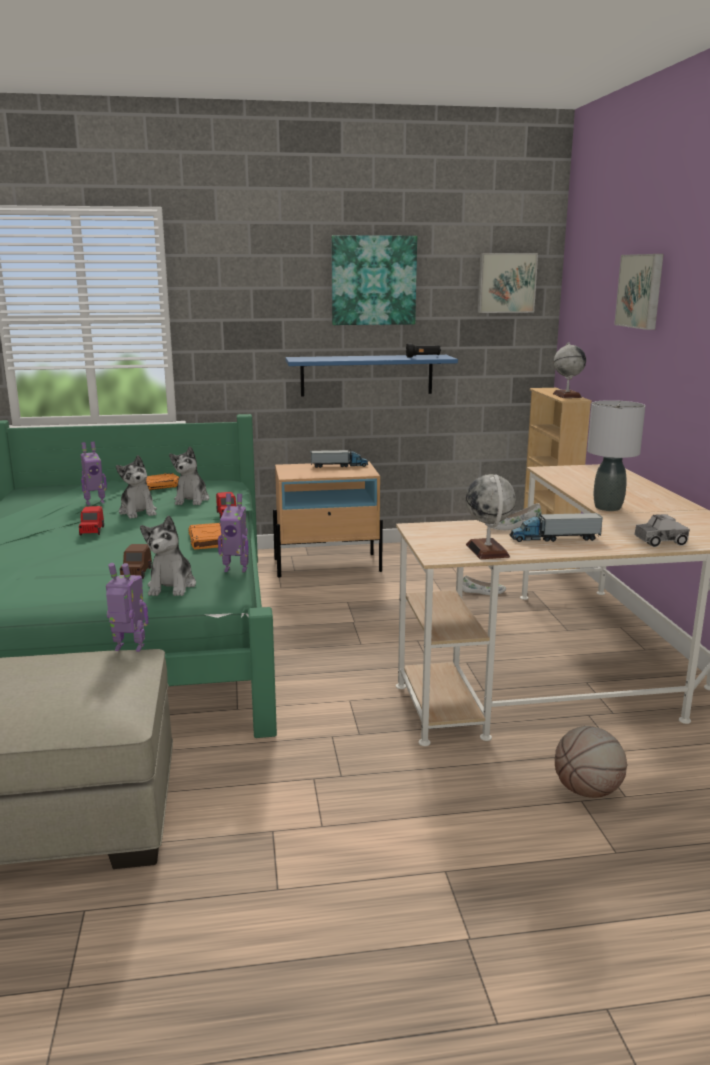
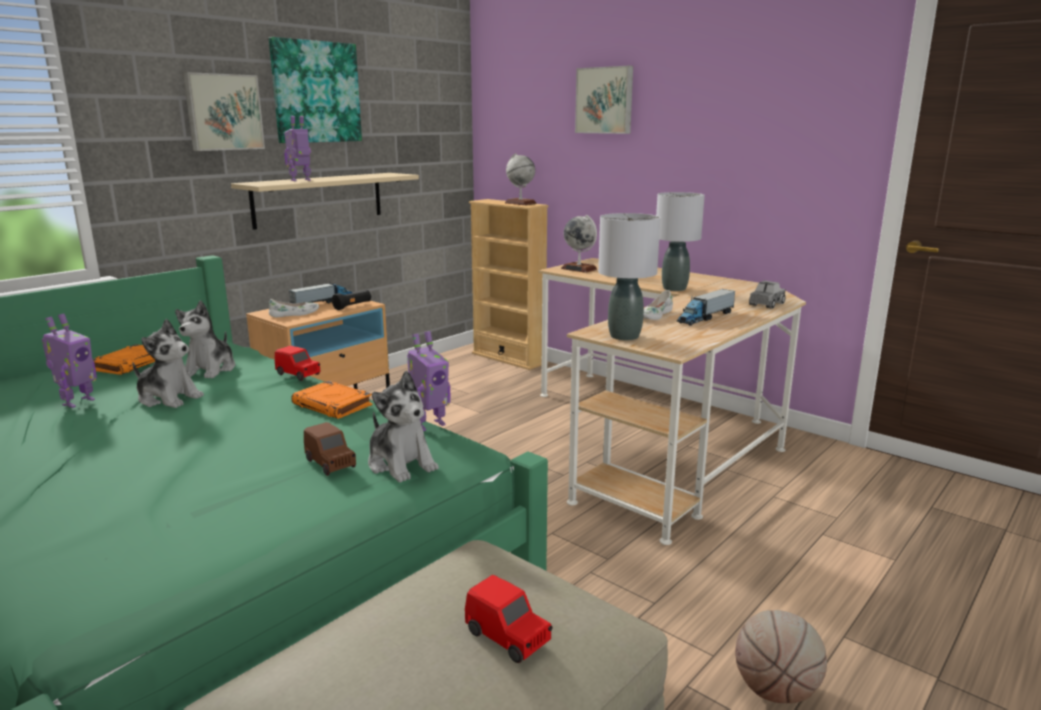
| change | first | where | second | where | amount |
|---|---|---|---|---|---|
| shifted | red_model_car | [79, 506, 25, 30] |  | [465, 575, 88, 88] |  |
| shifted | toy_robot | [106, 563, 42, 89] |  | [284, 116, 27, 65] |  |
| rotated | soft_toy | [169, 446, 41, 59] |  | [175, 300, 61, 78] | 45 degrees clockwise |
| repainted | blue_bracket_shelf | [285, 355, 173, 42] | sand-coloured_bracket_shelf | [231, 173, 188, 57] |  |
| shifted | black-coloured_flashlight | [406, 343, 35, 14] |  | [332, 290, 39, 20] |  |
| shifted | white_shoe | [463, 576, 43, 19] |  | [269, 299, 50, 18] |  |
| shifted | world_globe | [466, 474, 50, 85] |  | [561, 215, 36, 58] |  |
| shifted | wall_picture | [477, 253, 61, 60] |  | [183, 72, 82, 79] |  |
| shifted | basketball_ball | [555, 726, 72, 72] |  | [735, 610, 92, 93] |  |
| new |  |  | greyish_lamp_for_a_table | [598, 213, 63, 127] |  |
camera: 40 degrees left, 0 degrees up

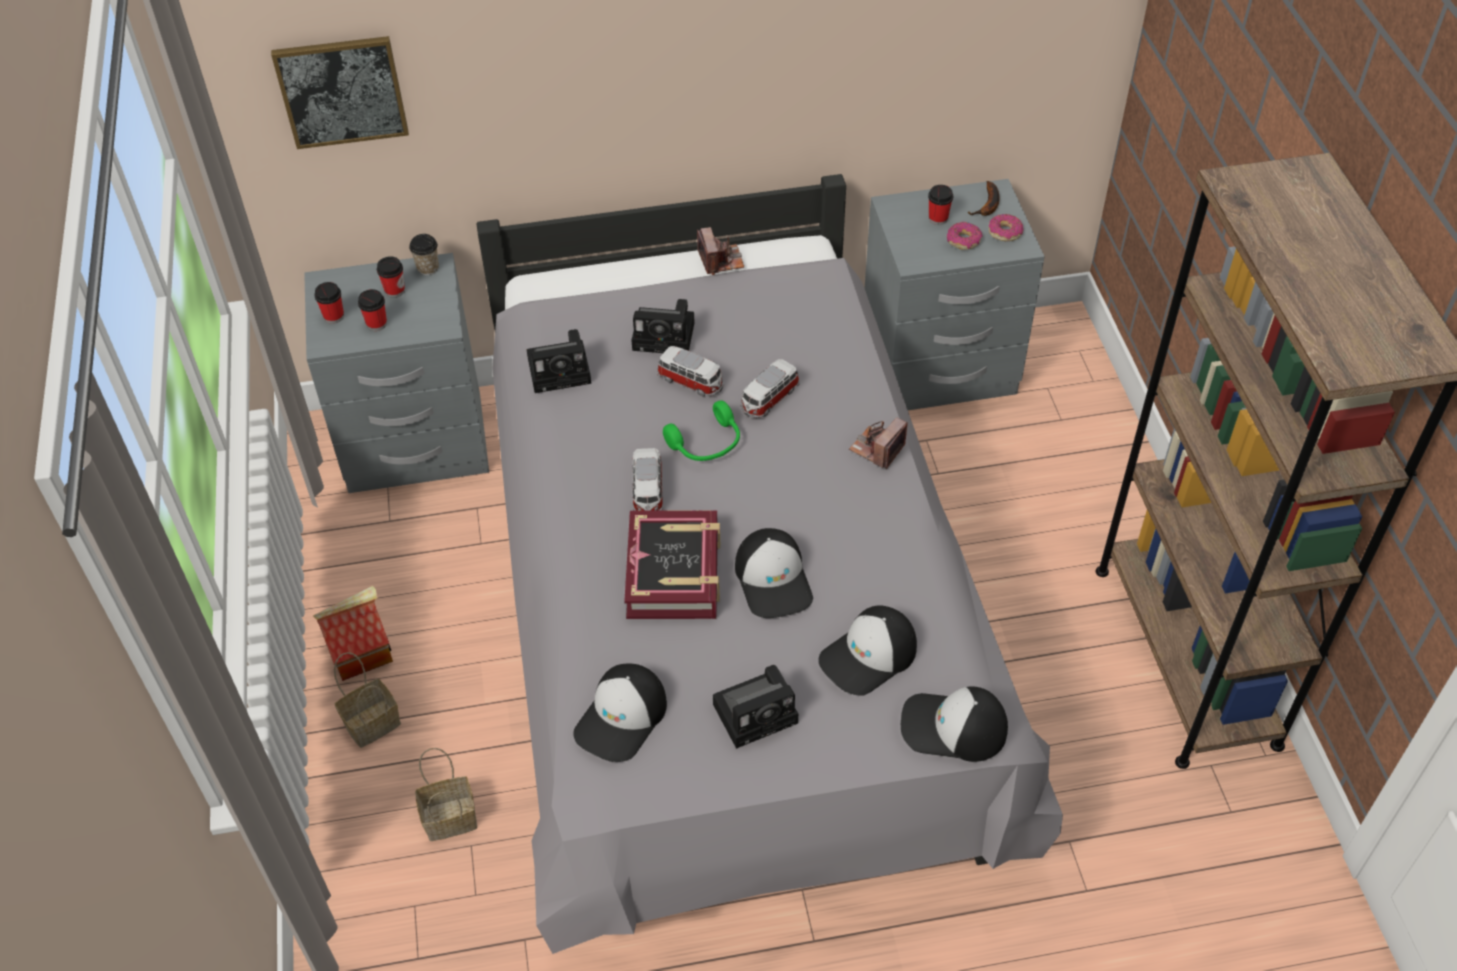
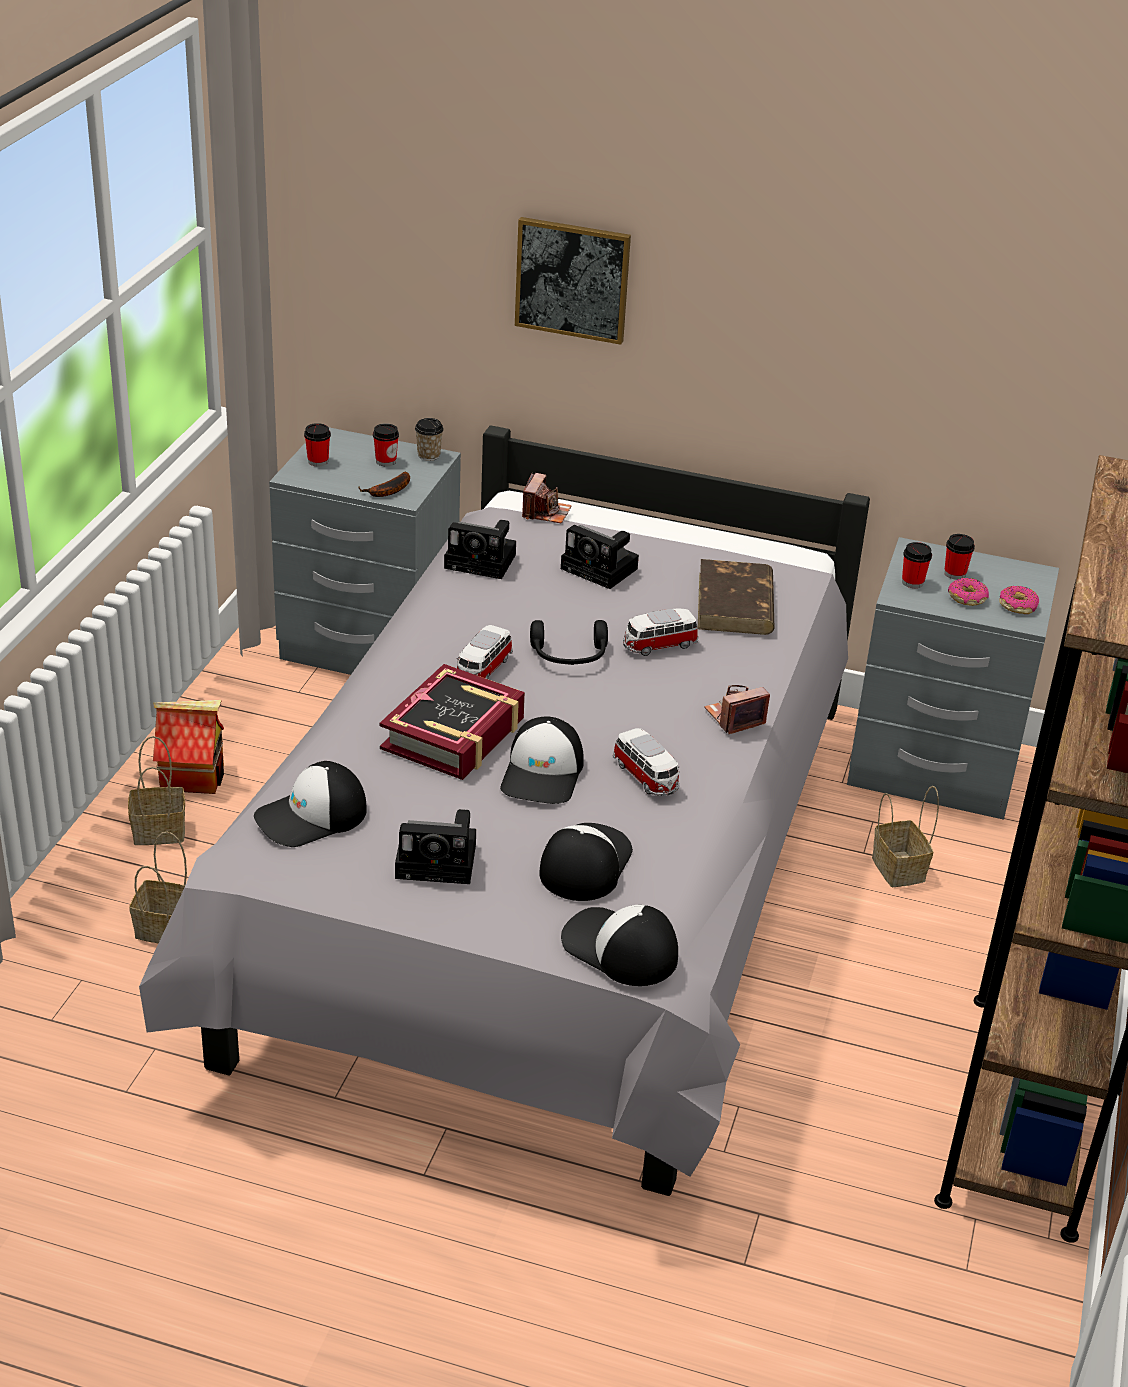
| change | first | where | second | where | amount |
|---|---|---|---|---|---|
| shifted | wall_picture | [271, 36, 138, 113] |  | [515, 217, 116, 128] |  |
| shifted | drinking_cup | [358, 289, 29, 42] |  | [902, 542, 30, 46] |  |
| shifted | model_car | [657, 346, 67, 50] |  | [612, 728, 68, 68] |  |
| repainted | green-coloured_headphones | [663, 400, 77, 61] | black-coloured_headphones | [530, 620, 78, 45] |  |
| shifted | still_camera | [697, 227, 47, 48] |  | [522, 473, 50, 51] |  |
| rotated | peaked_cap | [818, 605, 99, 90] |  | [539, 823, 94, 78] | 120 degrees clockwise |
| shifted | whole_banana | [968, 181, 31, 35] |  | [358, 472, 52, 25] |  |
| new |  |  | brown_bound_book | [698, 559, 77, 76] |  |
| new |  |  | basket | [872, 786, 67, 101] |  |
camera: 25 degrees right, 15 degrees down

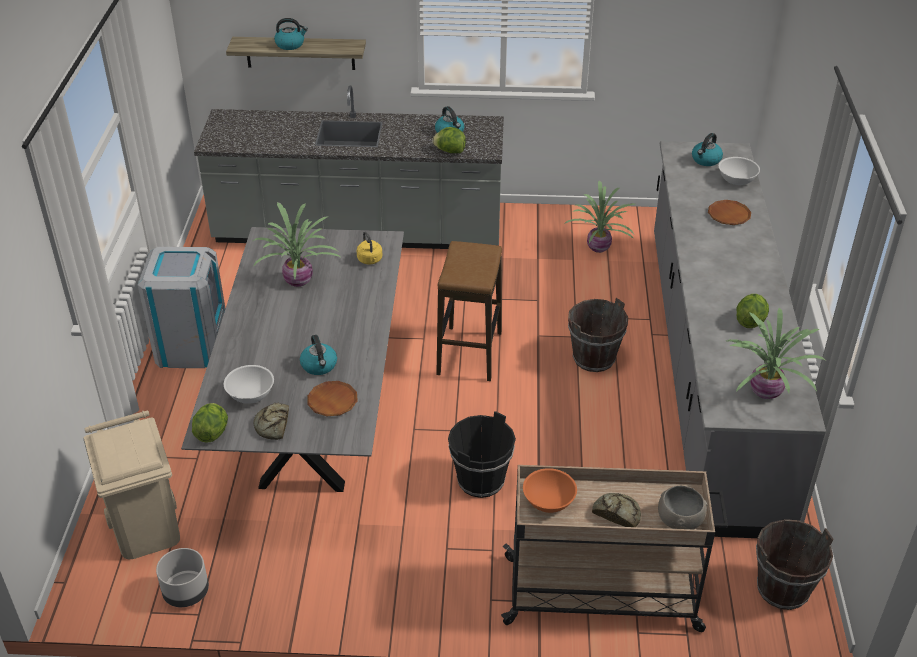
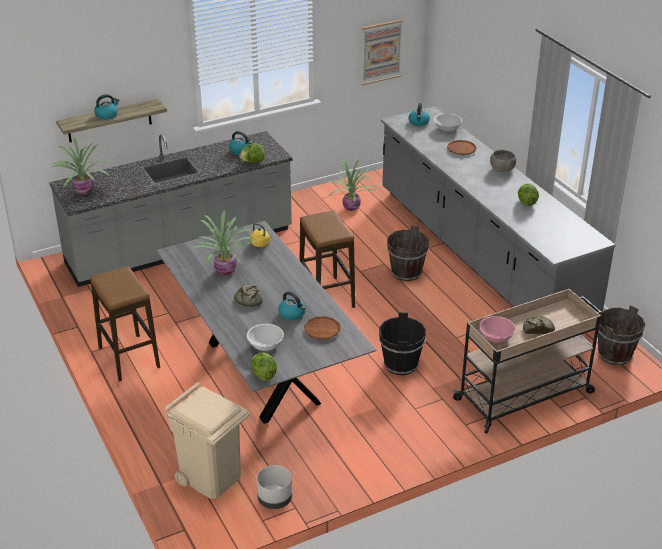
| change | first | where | second | where | amount |
|---|---|---|---|---|---|
| swapped | greyish_rubbish_bin | [137, 247, 89, 121] | sitting_stool | [90, 266, 70, 115] |  |
| shifted | baked_bread | [254, 403, 35, 37] |  | [234, 285, 28, 22] |  |
| repainted | orangey_bowl | [523, 468, 54, 45] | pink_bowl | [479, 316, 37, 27] |  |
| shifted | greyish_bowl | [658, 486, 49, 44] |  | [490, 150, 26, 22] |  |
| shifted | plant_in_a_pot | [726, 308, 99, 91] |  | [51, 136, 59, 59] |  |
| new |  |  | wall_picture | [361, 19, 42, 66] |  |
camera: 30 degrees left, 5 degrees down

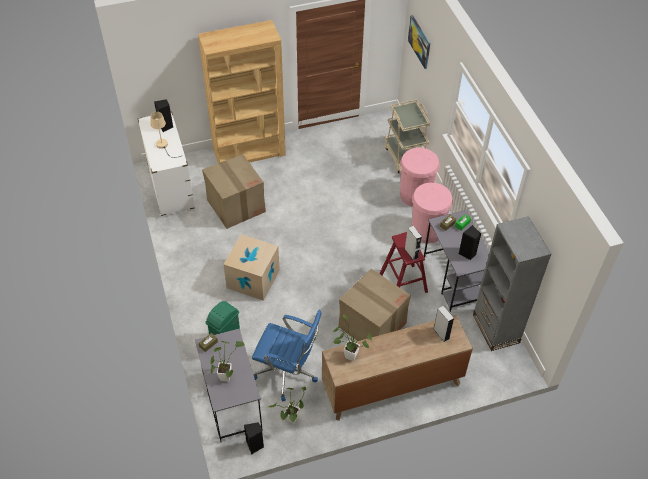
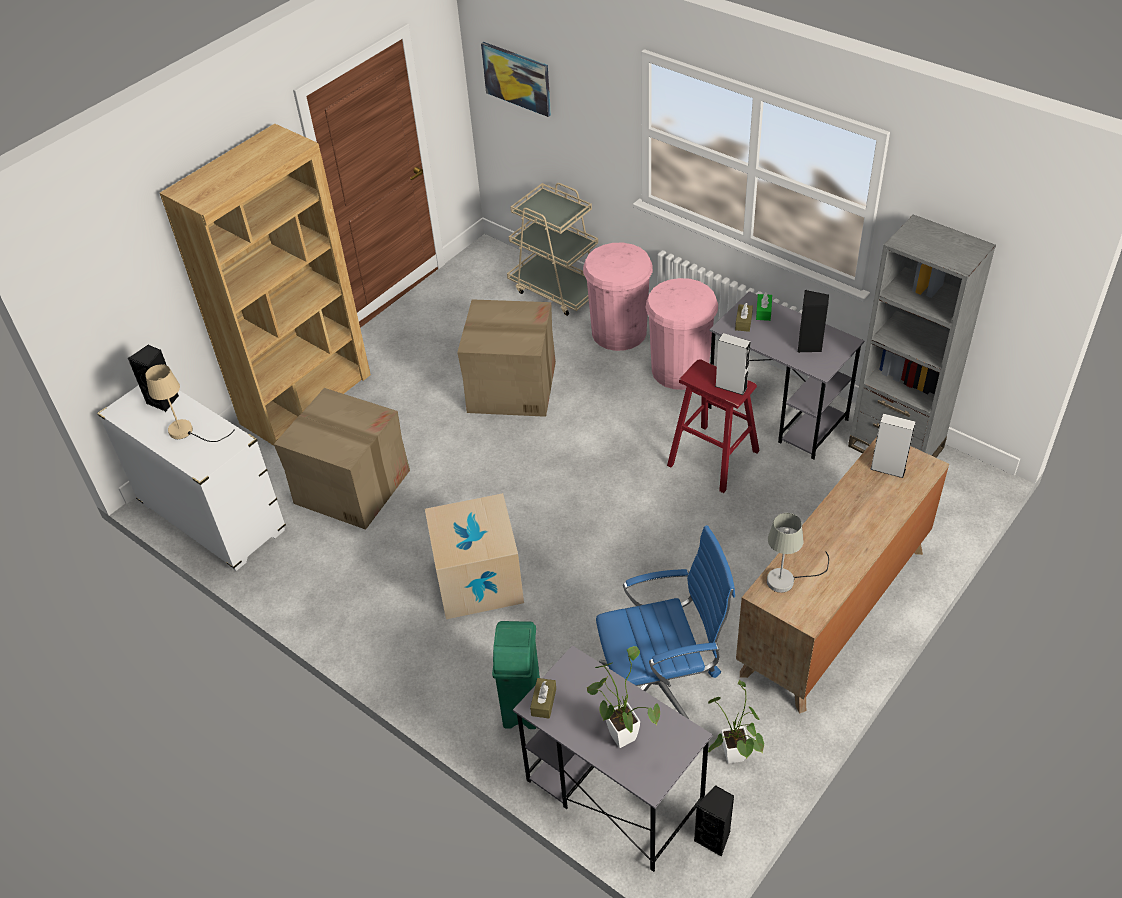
| change | first | where | second | where | amount |
|---|---|---|---|---|---|
| swapped | plant_in_a_pot | [333, 315, 39, 46] | greyish_lamp_for_a_table | [767, 513, 62, 80] |  |
| shifted | cardboard_box | [339, 269, 72, 72] |  | [457, 299, 99, 118] |  |
camera: 30 degrees left, 5 degrees down

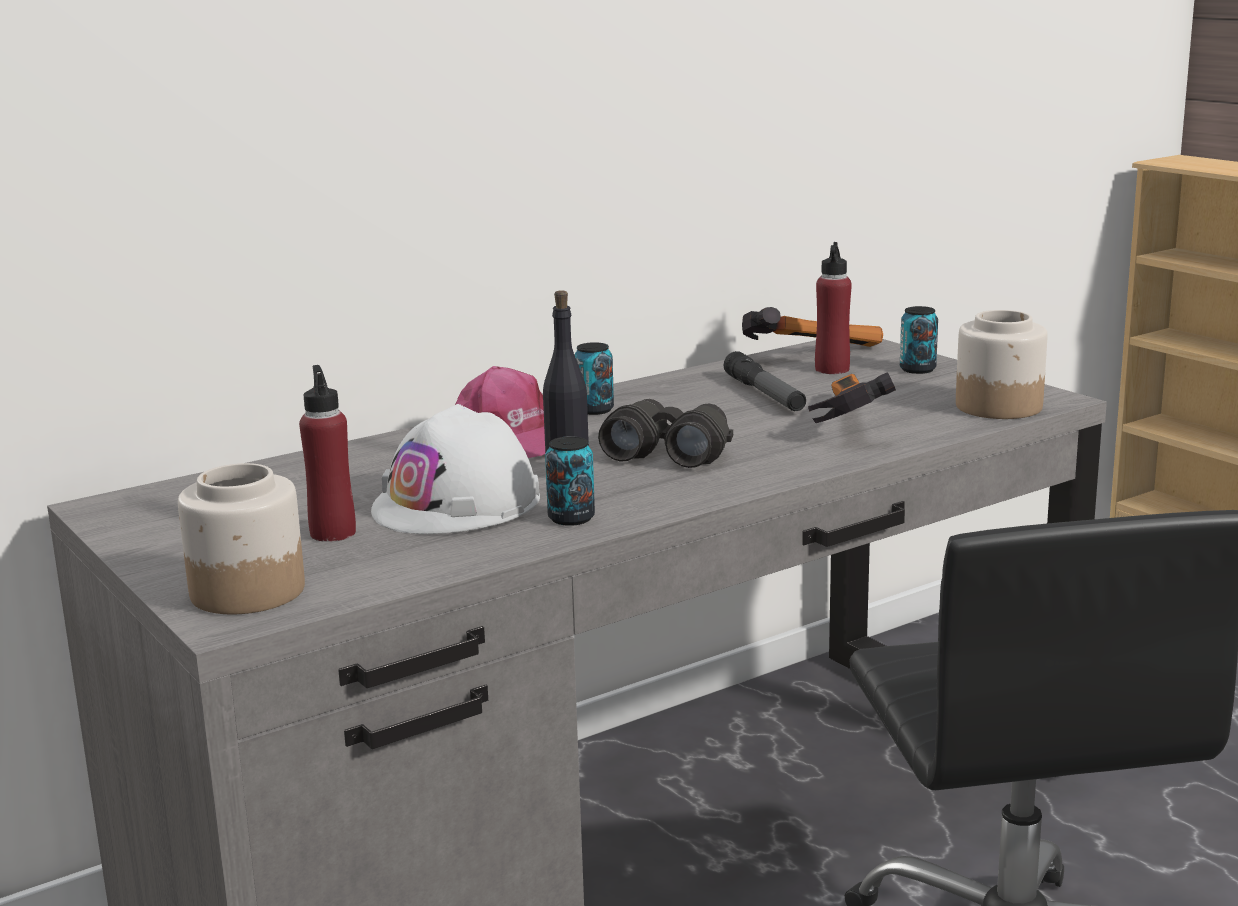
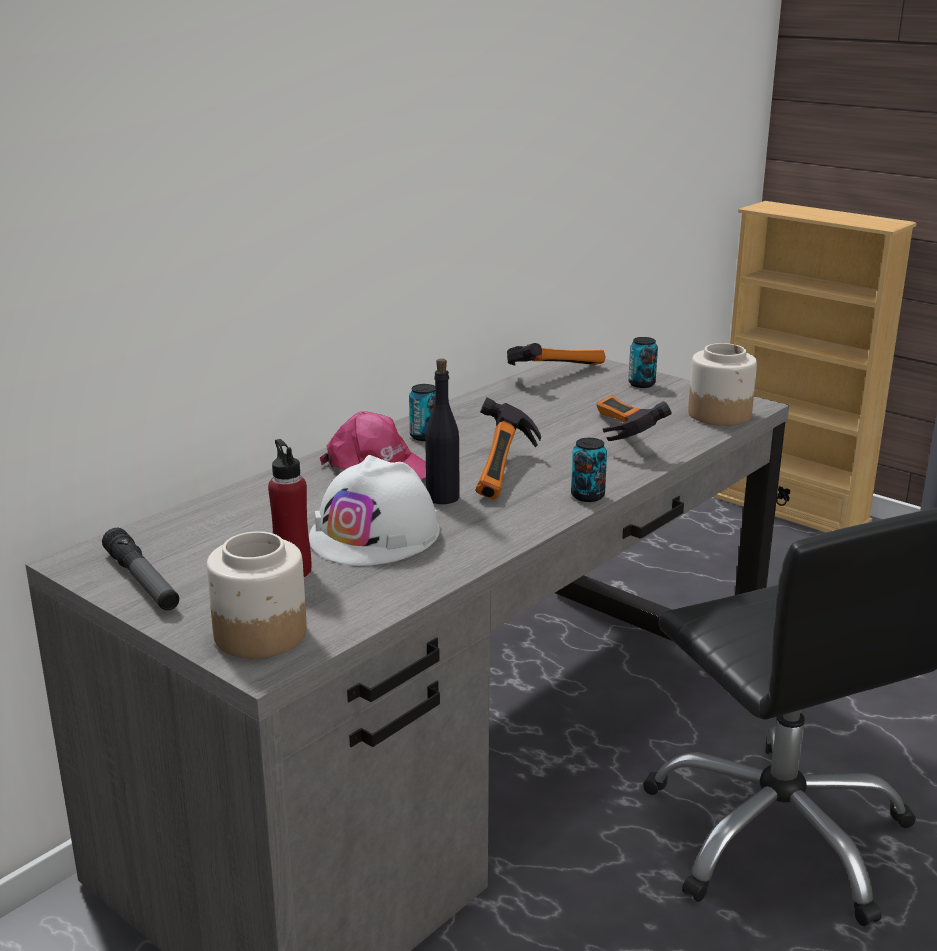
| change | first | where | second | where | amount |
|---|---|---|---|---|---|
| shifted | can | [545, 436, 50, 90] |  | [571, 438, 36, 64] |  |
| swapped | black-coloured_field_glasses | [598, 399, 135, 69] | tool_hammer | [475, 398, 66, 102] |  |
| shifted | flashlight | [724, 351, 82, 60] |  | [102, 528, 77, 83] |  |
| gone | red_beverage_bottle | [815, 242, 37, 132] |  |  |  |
camera: 15 degrees left, 5 degrees up

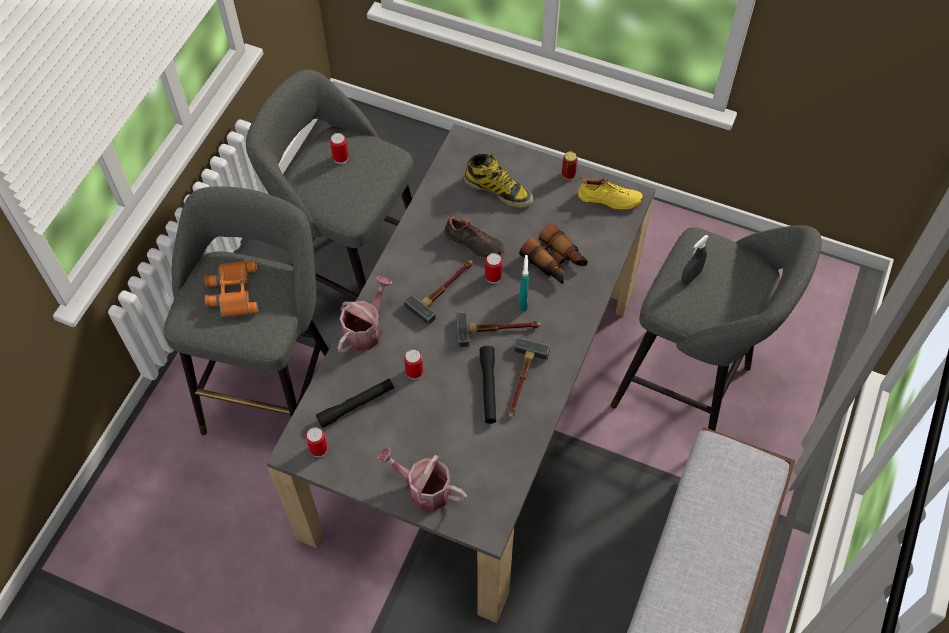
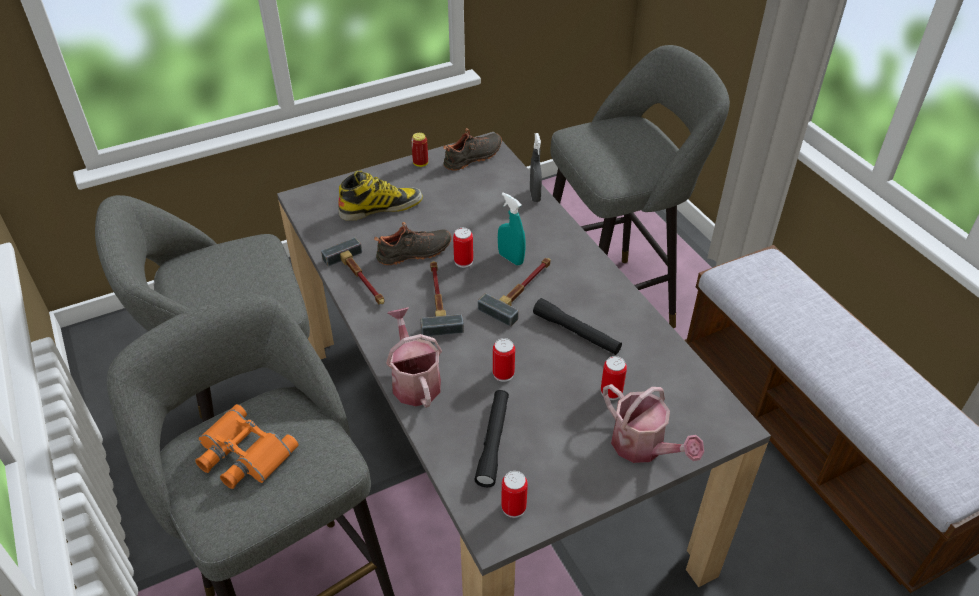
| change | first | where | second | where | amount |
|---|---|---|---|---|---|
| shifted | can | [330, 133, 19, 31] |  | [601, 356, 26, 44] |  |
| rotated | sprinkling_can | [376, 447, 91, 64] |  | [603, 384, 101, 79] | 105 degrees counterclockwise |
| shifted | tool_hammer | [508, 337, 42, 81] |  | [321, 237, 63, 67] |  |
| gone | field_glasses | [519, 223, 69, 61] |  |  |  |
| repainted | yellow-coloured_shoe | [578, 177, 65, 34] | black-coloured_shoe | [443, 128, 59, 43] |  |
| shifted | greyish_spray_bottle | [681, 235, 28, 50] |  | [530, 133, 12, 69] |  |
camera: 50 degrees left, 15 degrees down

